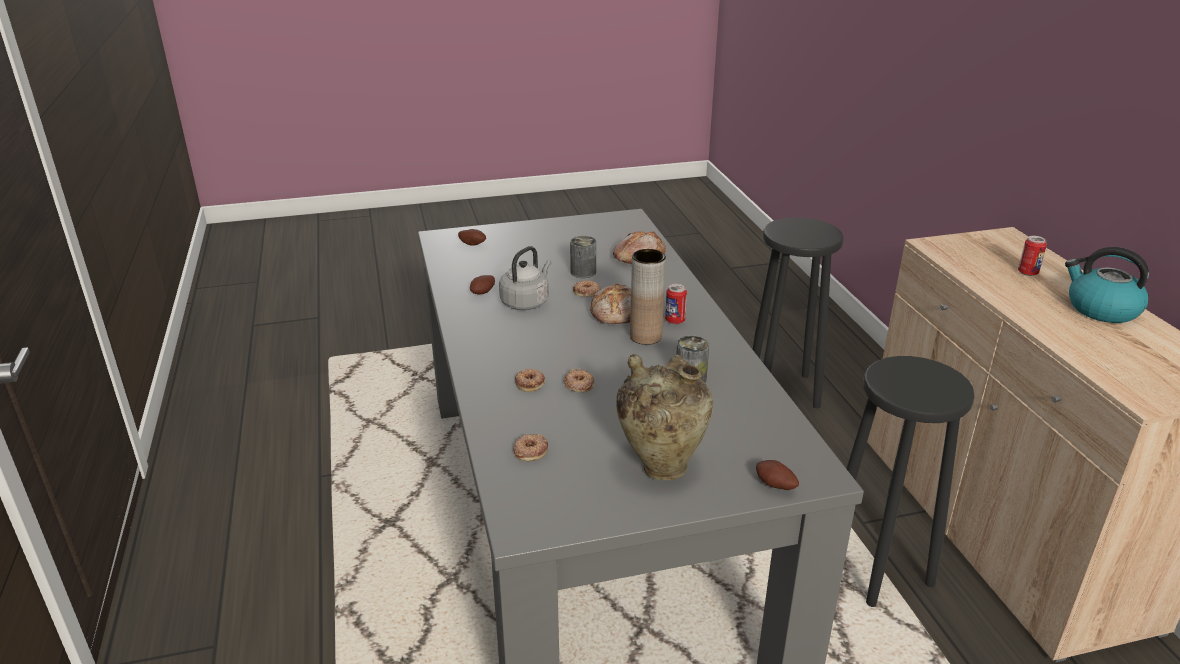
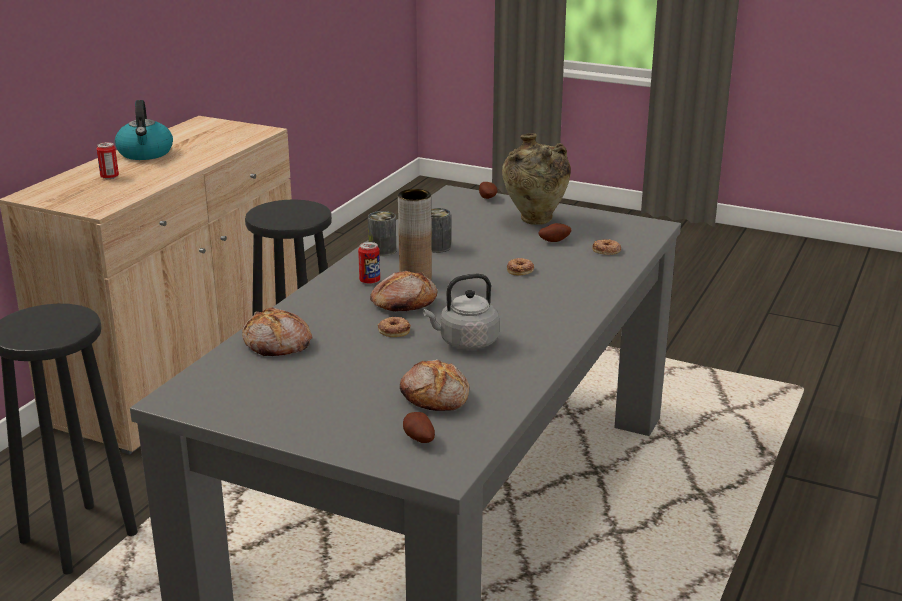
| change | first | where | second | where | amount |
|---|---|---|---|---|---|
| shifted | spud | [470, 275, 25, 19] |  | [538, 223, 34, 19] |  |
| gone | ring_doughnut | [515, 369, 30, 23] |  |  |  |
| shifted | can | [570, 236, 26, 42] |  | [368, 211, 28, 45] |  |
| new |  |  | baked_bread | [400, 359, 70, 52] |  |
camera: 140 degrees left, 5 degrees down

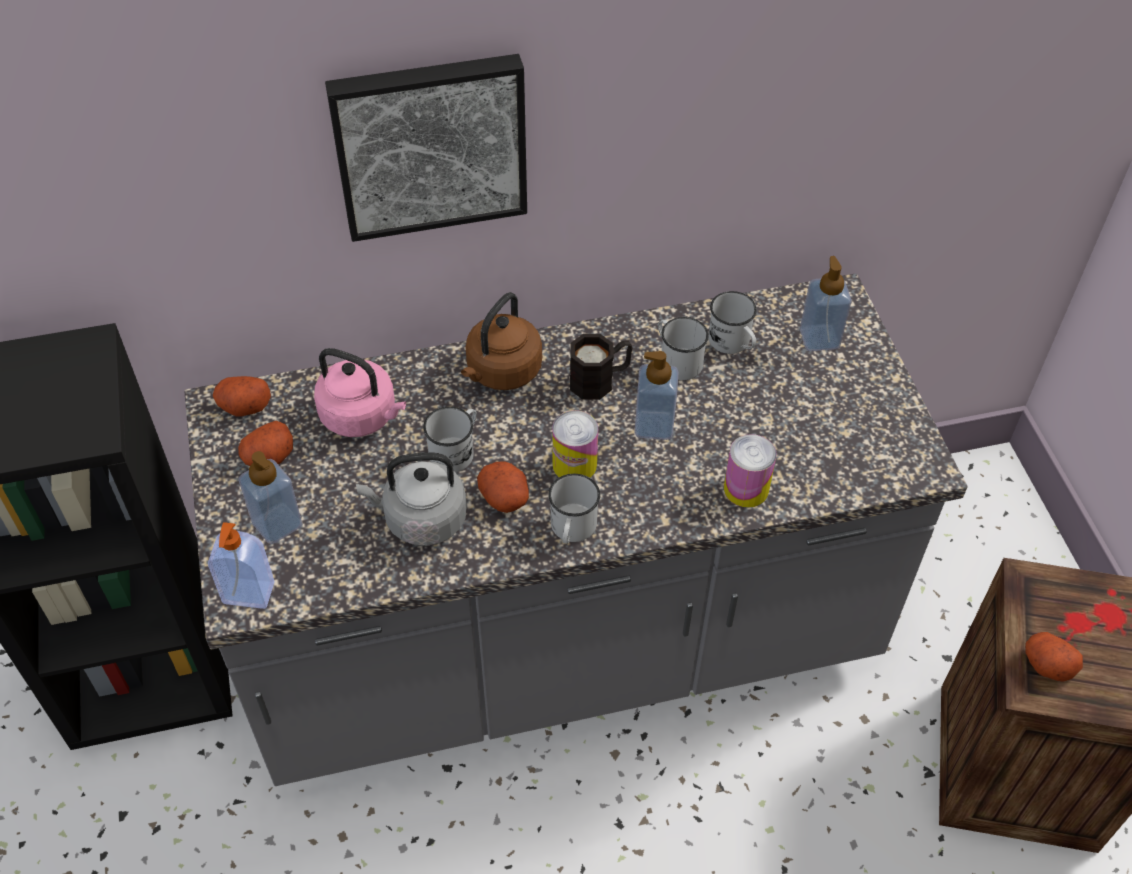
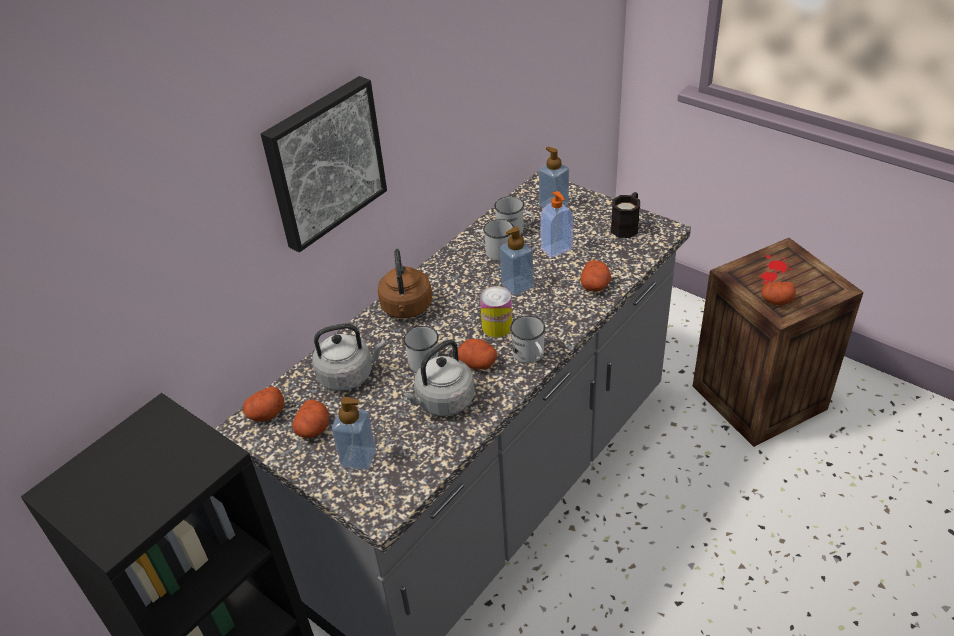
| change | first | where | second | where | amount |
|---|---|---|---|---|---|
| shifted | liquid_soap_bottle | [208, 522, 67, 87] |  | [540, 191, 33, 67] |  |
| repainted | pink_water_kettle | [314, 348, 92, 89] | greyish_water_kettle | [312, 323, 74, 68] |  |
| shifted | black-coloured_mug | [570, 334, 62, 66] |  | [611, 192, 29, 46] |  |
| swapped | can | [724, 434, 52, 74] | spud | [580, 260, 31, 32] |  |
camera: 35 degrees left, 10 degrees down

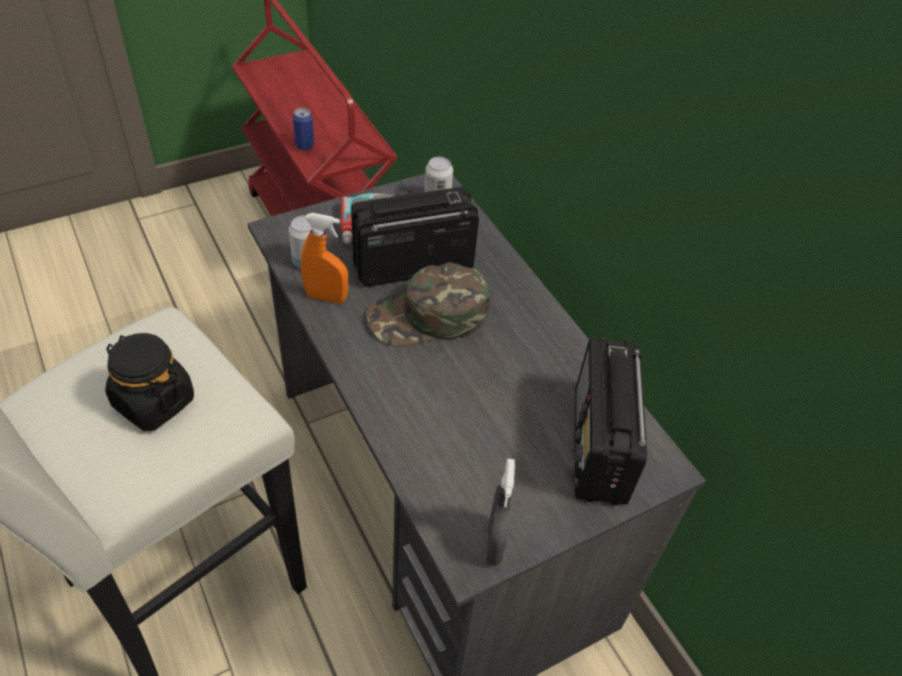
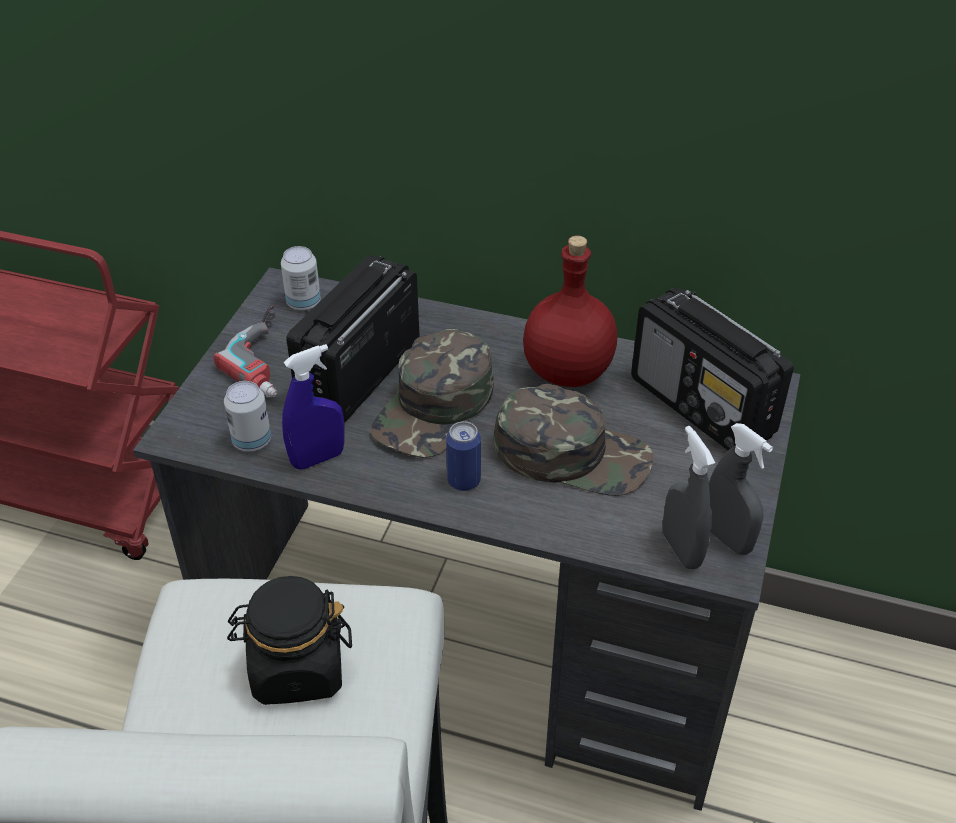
| change | first | where | second | where | amount |
|---|---|---|---|---|---|
| shifted | can | [293, 108, 21, 42] |  | [446, 421, 35, 70] |  |
| repainted | orangey_spray_bottle | [301, 213, 47, 91] | blue_spray_bottle | [282, 344, 63, 126] |  |
| new |  |  | green-coloured_peaked_cap | [494, 384, 159, 112] |  |
| new |  |  | red_beverage_bottle | [523, 236, 94, 151] |  |
| new |  |  | greyish_spray_bottle | [663, 426, 52, 143] |  |
camera: 40 degrees left, 5 degrees down

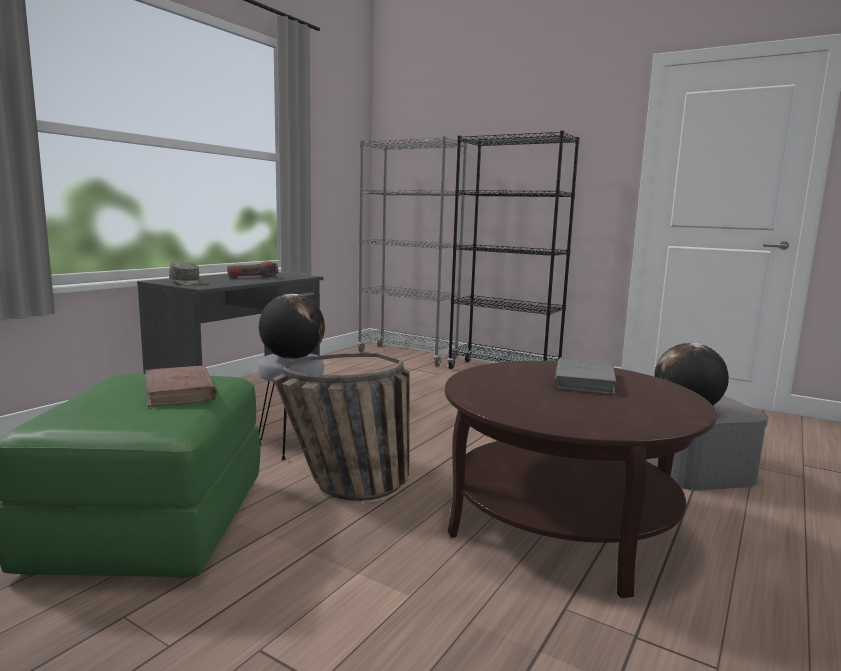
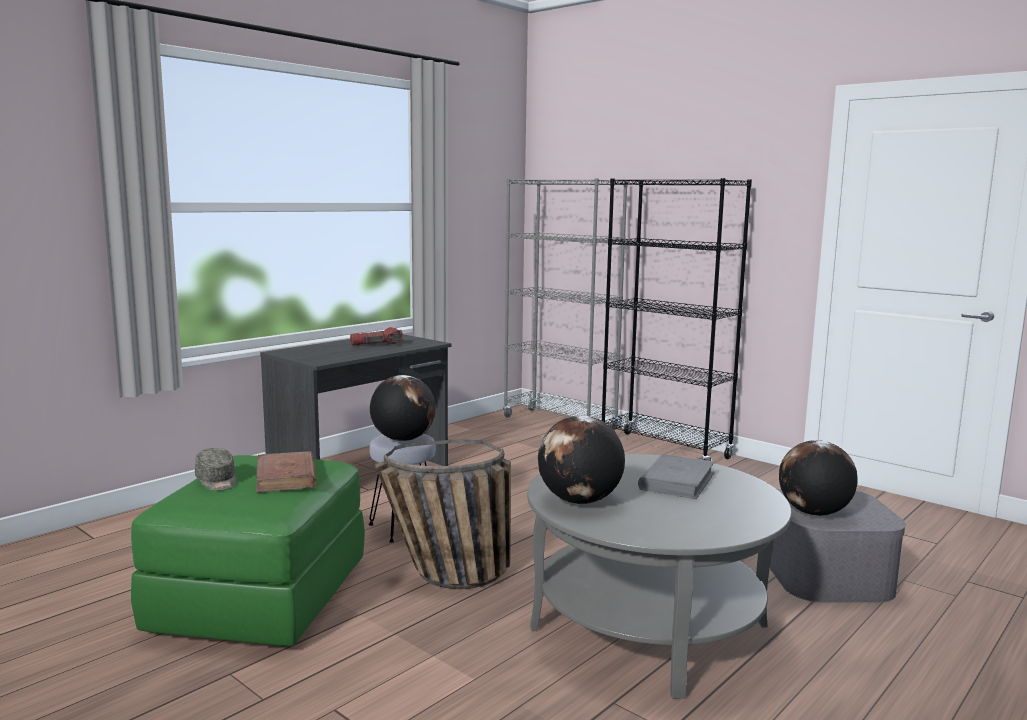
| change | first | where | second | where | amount |
|---|---|---|---|---|---|
| shifted | greyish_peaked_cap | [169, 262, 33, 23] |  | [195, 448, 41, 43] |  |
| repainted | brown_low_table | [445, 361, 271, 237] | greyish_low_table | [527, 454, 265, 245] |  |
| new |  |  | world_globe | [538, 415, 87, 89] |  |
camera: 10 degrees right, 0 degrees up

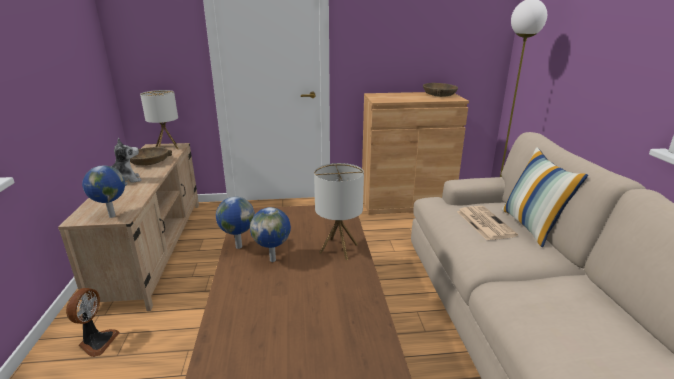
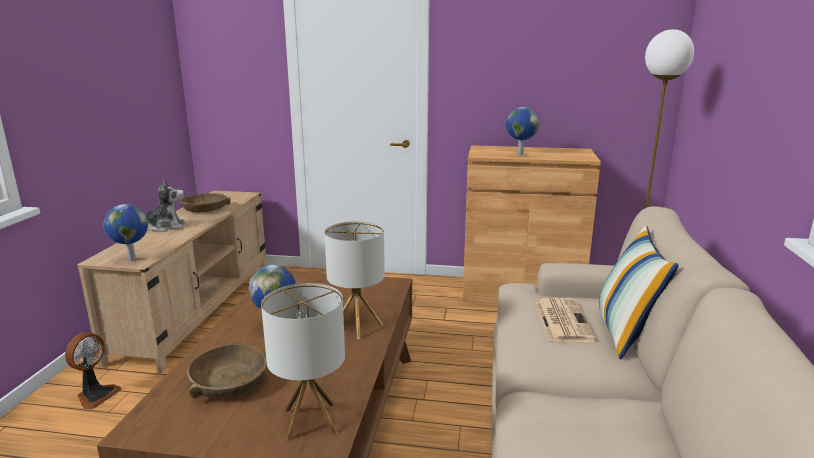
| change | first | where | second | where | amount |
|---|---|---|---|---|---|
| shifted | lamp_for_a_table | [140, 90, 39, 59] |  | [261, 283, 84, 158] |  |
| shifted | world_globe | [216, 197, 39, 52] |  | [506, 107, 33, 49] |  |
| shifted | brown_bowl | [423, 83, 35, 14] |  | [187, 344, 80, 55] |  |
camera: 15 degrees right, 5 degrees down

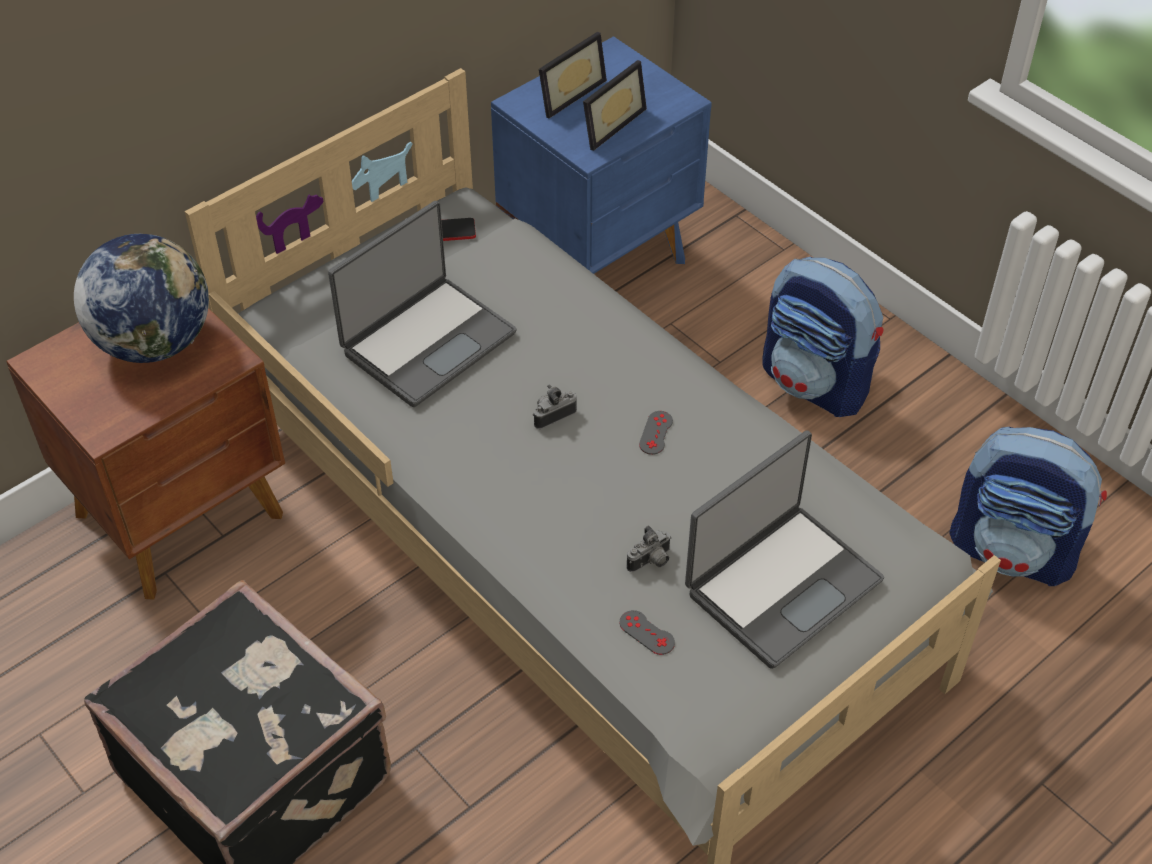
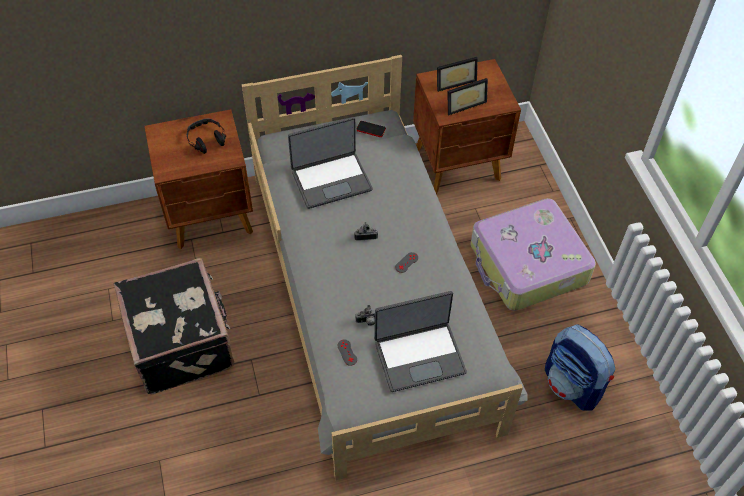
| change | first | where | second | where | amount |
|---|---|---|---|---|---|
| swapped | world_globe | [74, 234, 135, 129] | headphones | [186, 119, 40, 35] |  |
| repainted | blue_night_table | [491, 36, 221, 238] | brown_night_table | [413, 59, 108, 135] |  |
| swapped | knapsack | [763, 257, 121, 160] | suitcase | [470, 198, 126, 113] |  |
camera: 25 degrees right, 5 degrees up

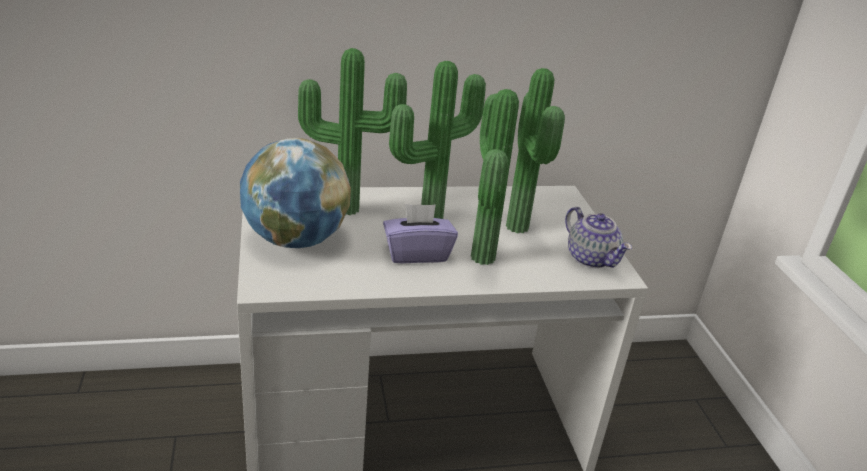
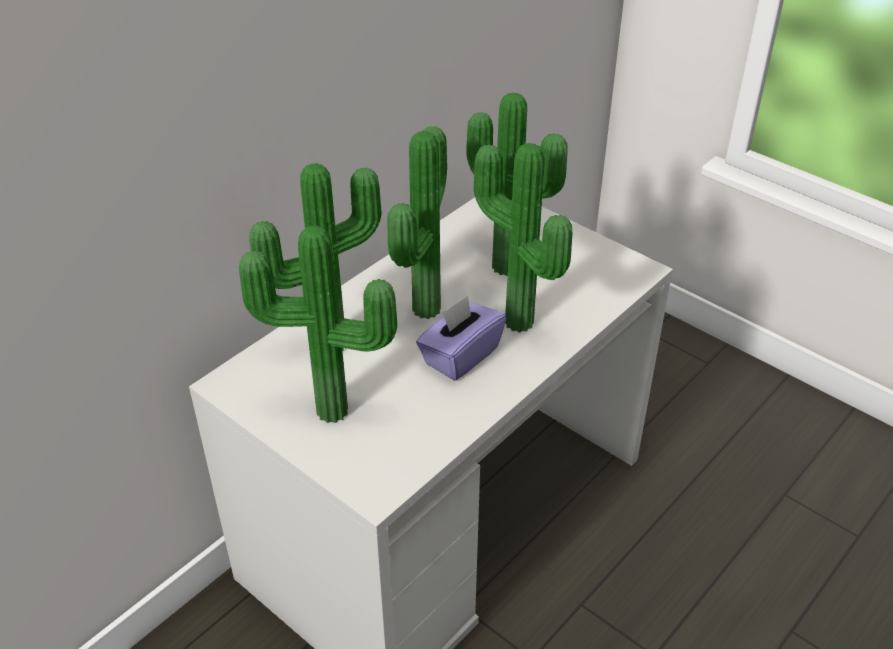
| change | first | where | second | where | amount |
|---|---|---|---|---|---|
| swapped | world_globe | [240, 138, 111, 110] | plant_in_a_pot | [239, 225, 158, 198] |  |
| gone | pot_for_tea | [565, 207, 67, 61] |  |  |  |
camera: 35 degrees left, 10 degrees up

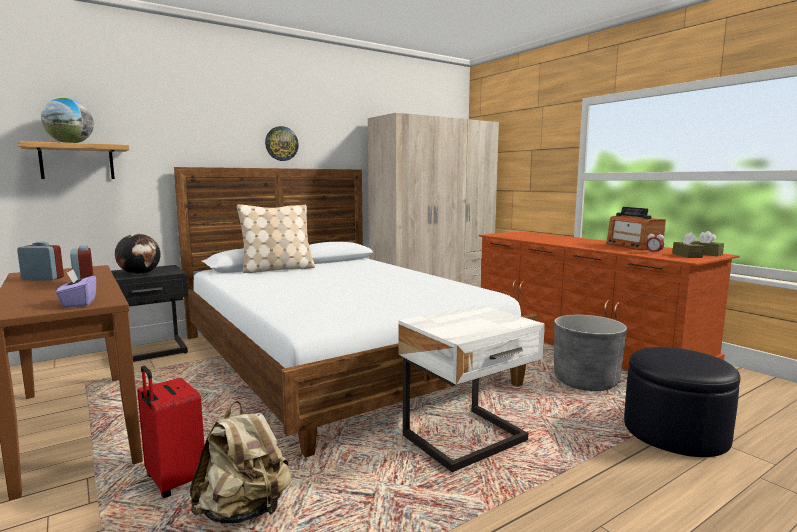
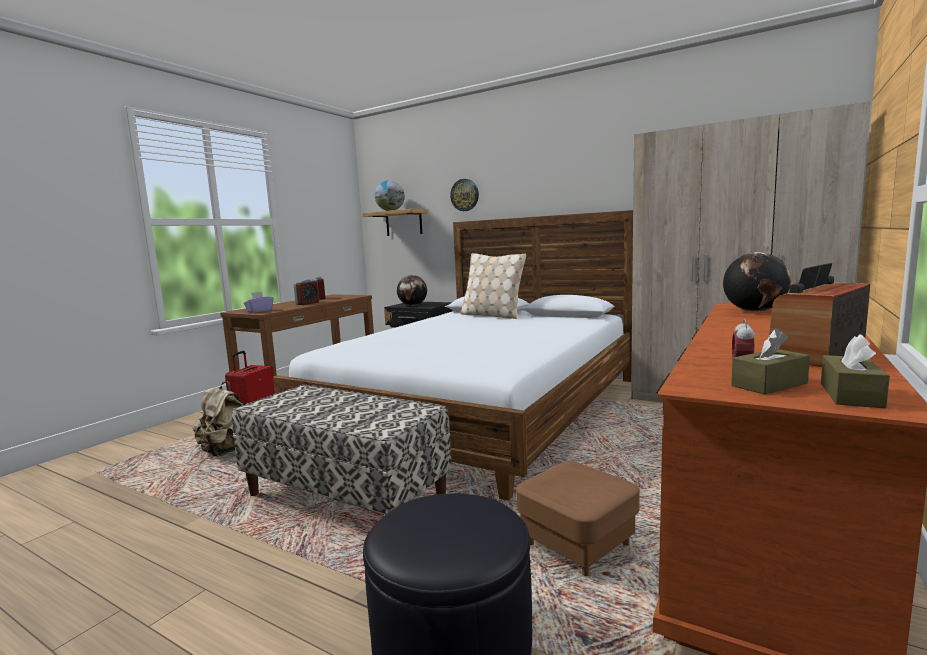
| change | first | where | second | where | amount |
|---|---|---|---|---|---|
| shifted | wall_clock | [265, 126, 34, 35] |  | [450, 179, 29, 32] |  |
| swapped | white_night_table | [398, 305, 147, 167] | indoor_bench | [232, 385, 220, 130] |  |
| swapped | greyish_plant_pot | [554, 315, 73, 76] | brown_ottoman | [516, 461, 124, 115] |  |
| new |  |  | world_globe | [723, 252, 68, 60] |  |
camera: 65 degrees right, 0 degrees up

